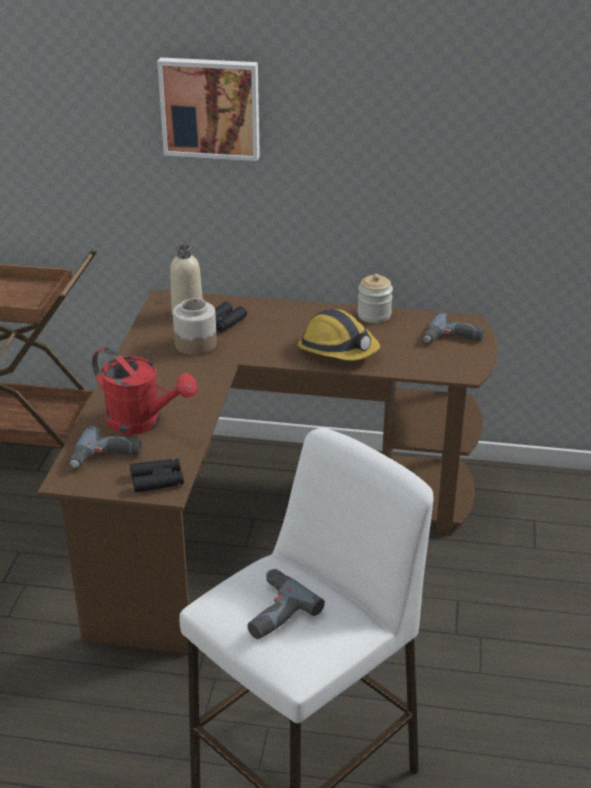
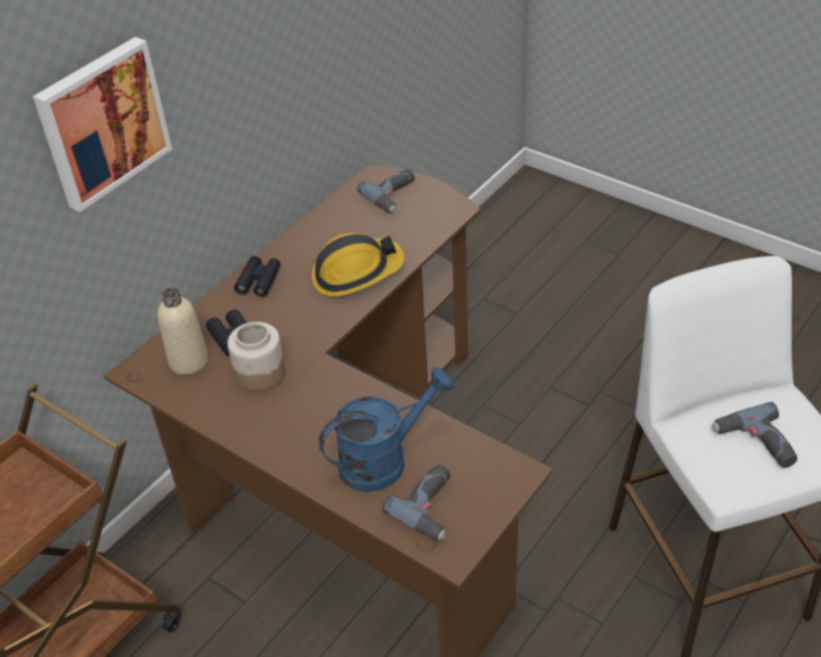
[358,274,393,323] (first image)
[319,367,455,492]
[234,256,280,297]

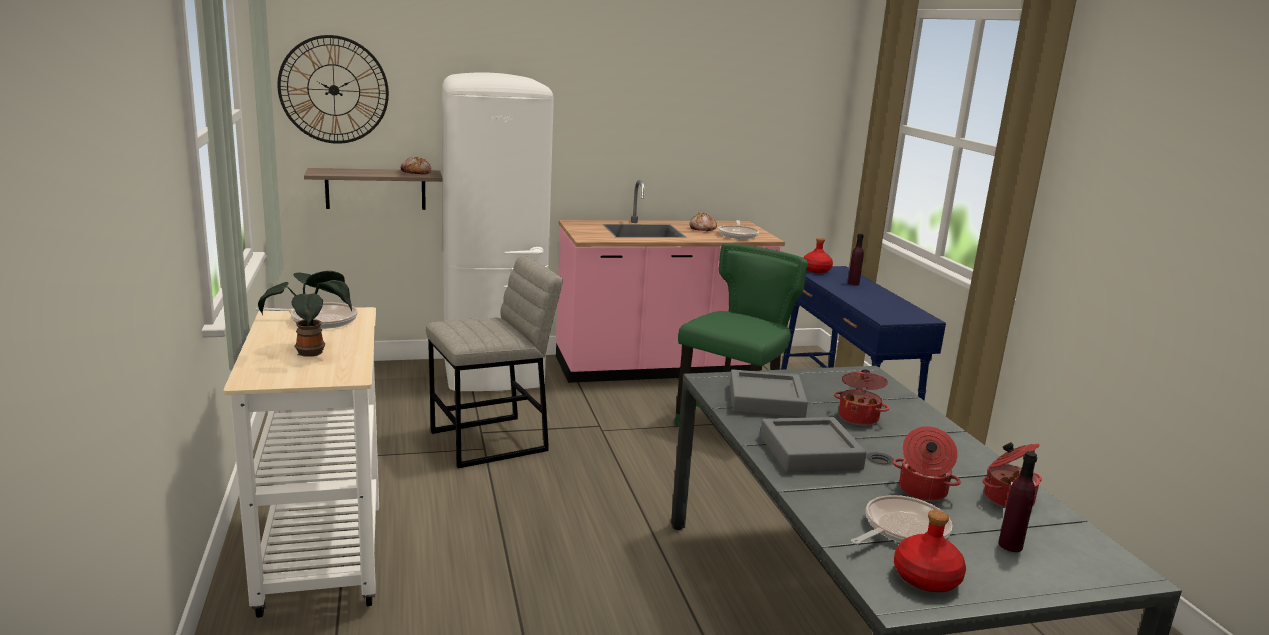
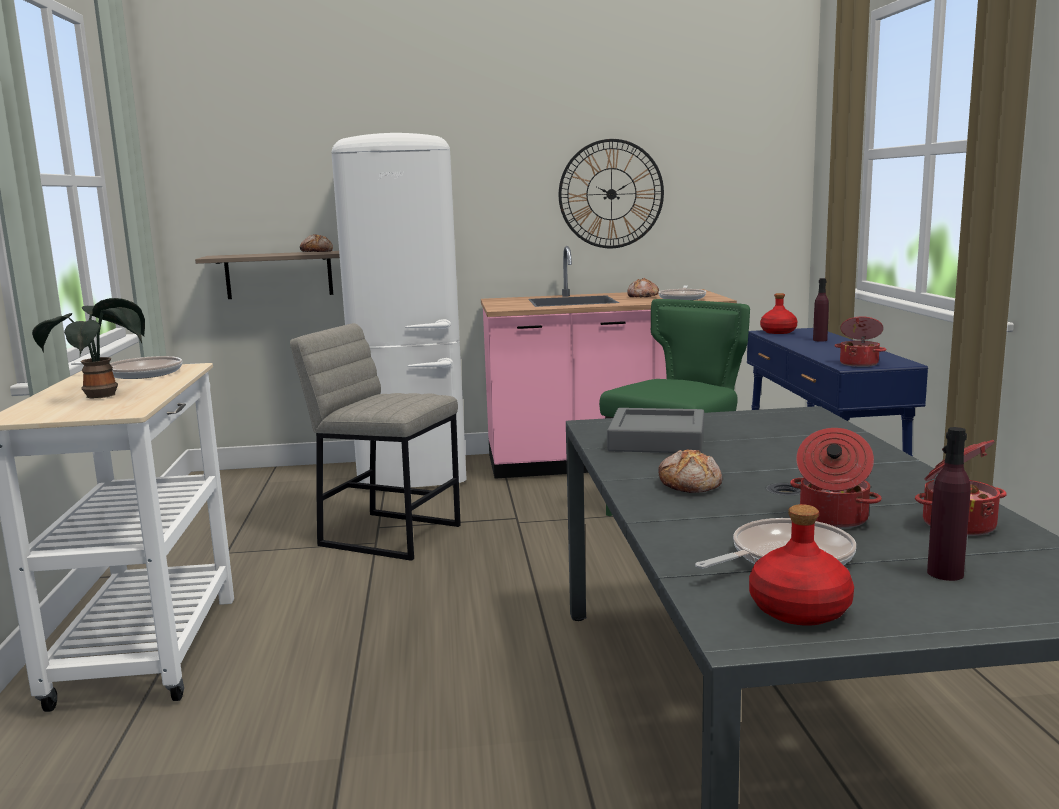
[559,139,664,248]
[290,323,461,561]
[835,316,887,367]
[658,450,722,493]

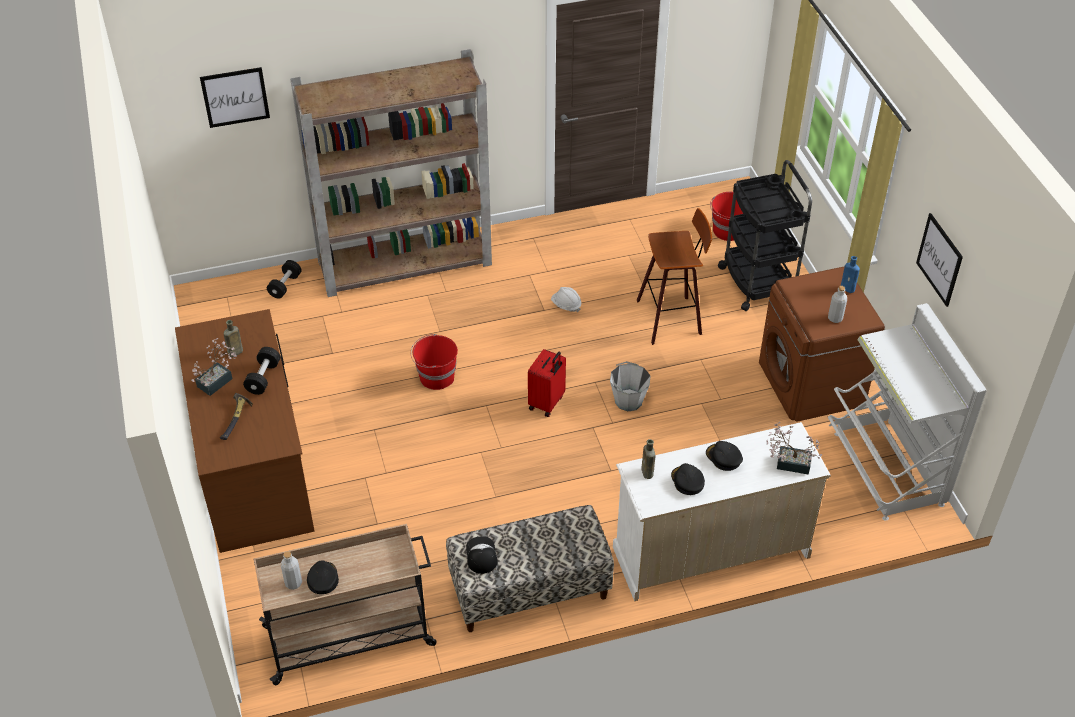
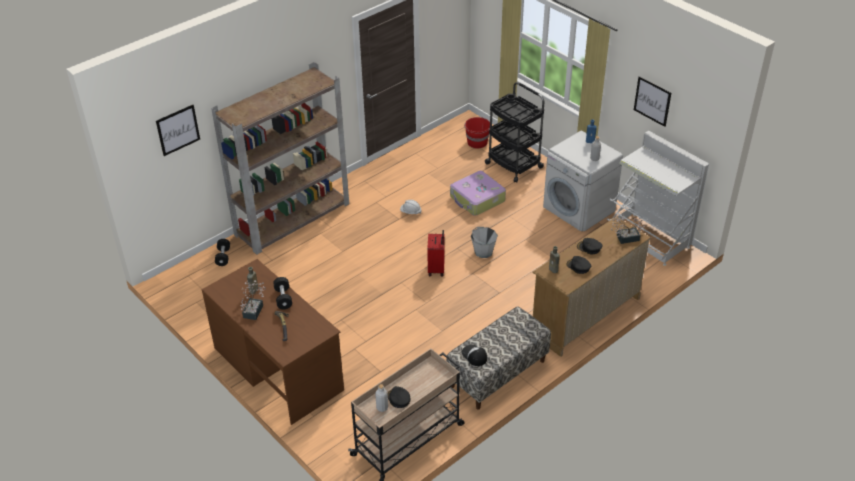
[450,171,506,216]
[543,130,623,232]
[411,334,458,390] (first image)
[532,216,651,357]

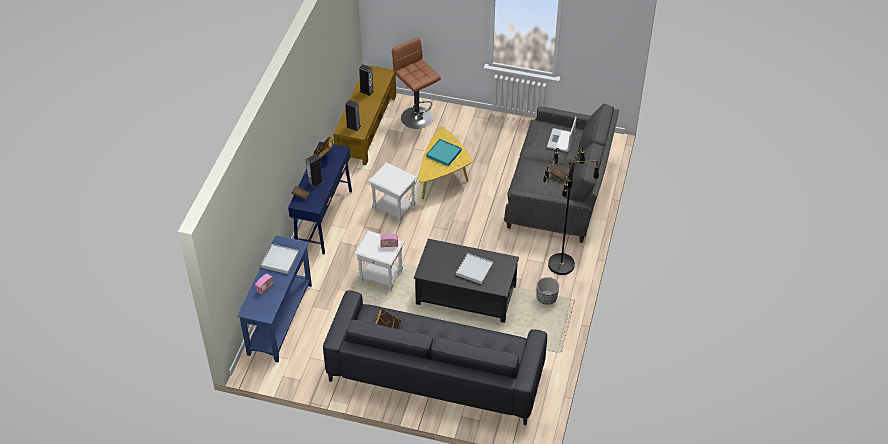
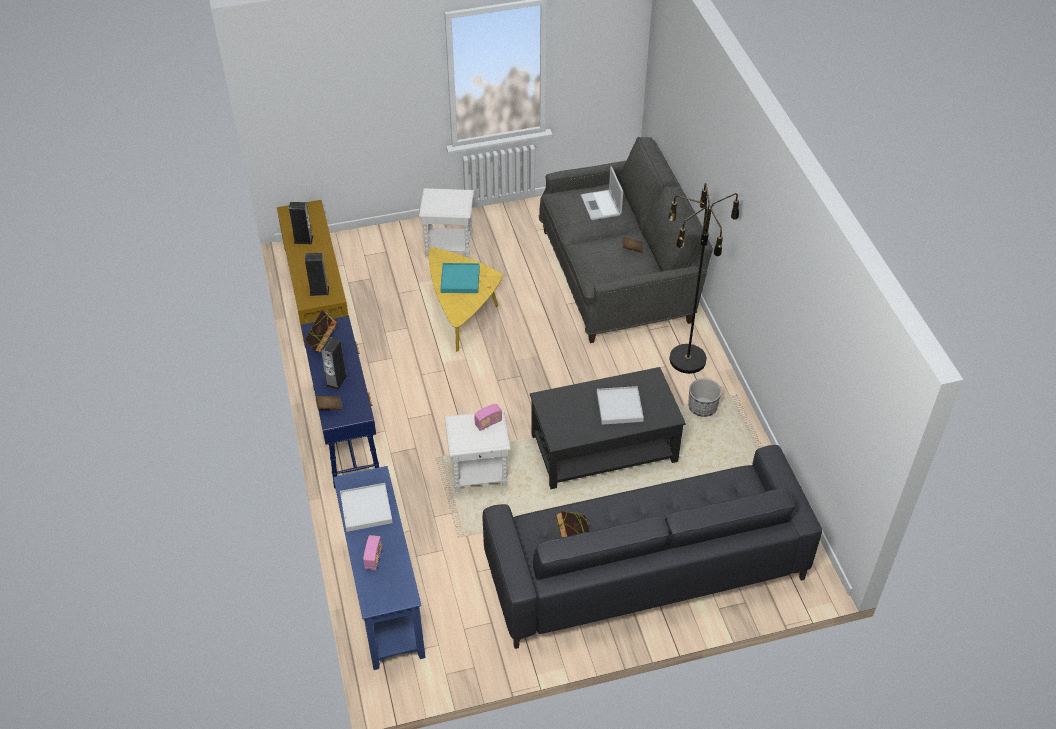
[392,38,441,129] (first image)
[419,188,474,258]

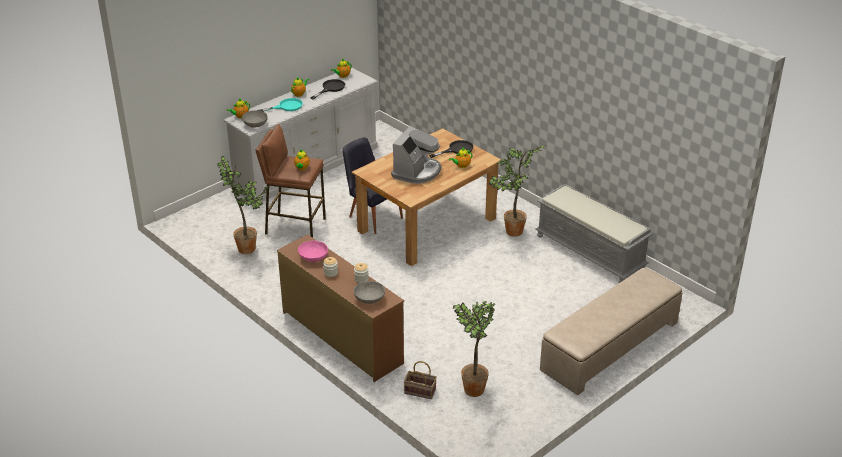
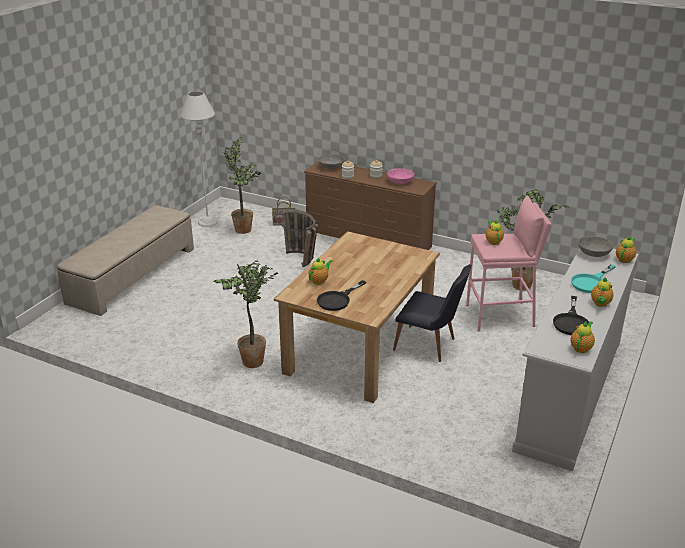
[466,196,552,331]
[391,126,441,184] (first image)
[535,184,653,283] (first image)
[180,91,218,227]
[274,209,318,267]

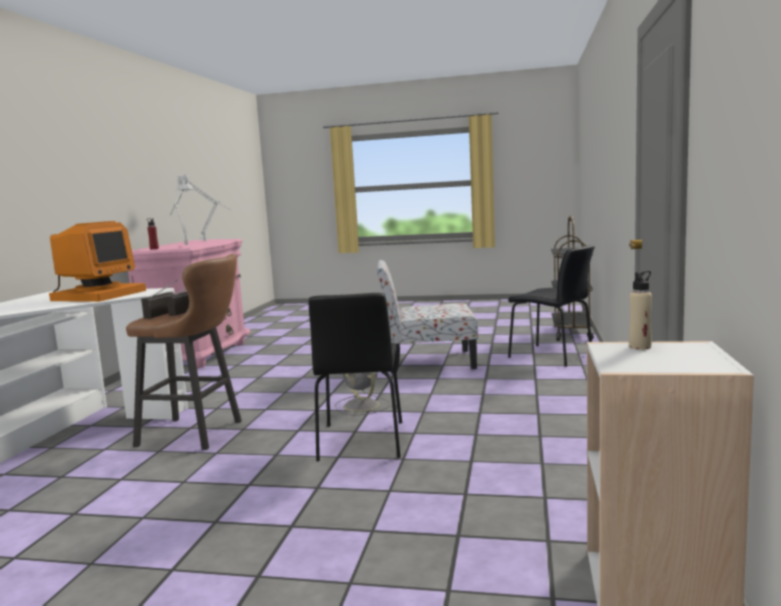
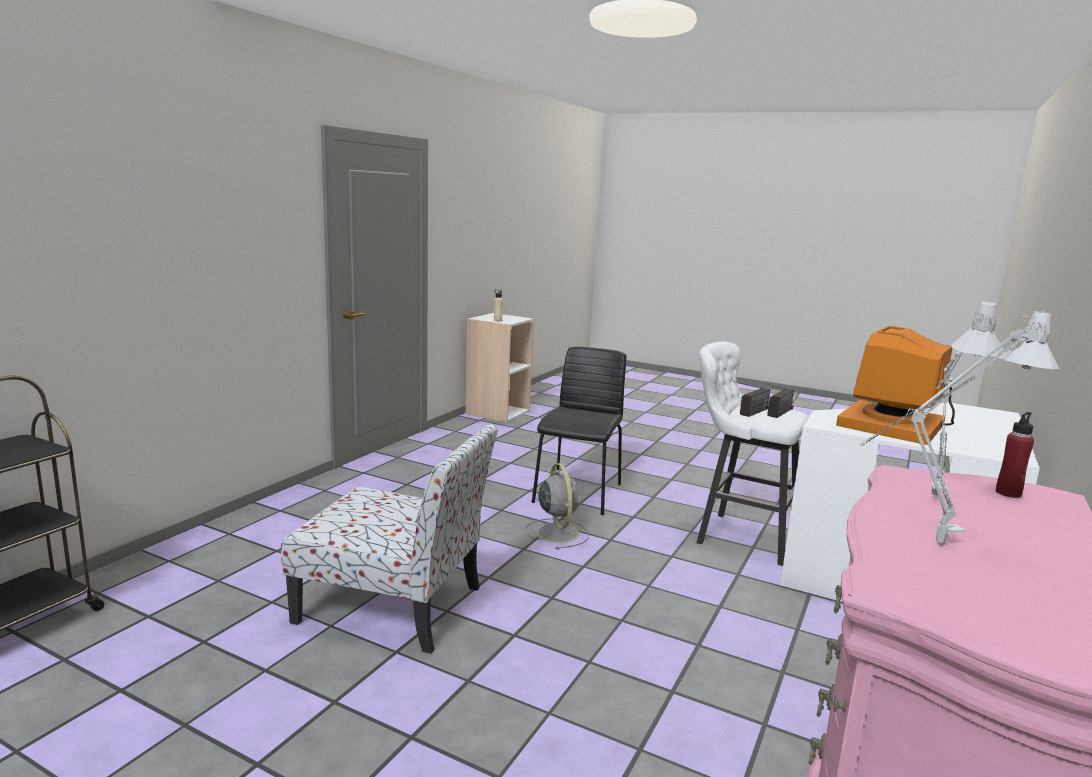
[508,245,595,367] (first image)
[697,341,808,566]

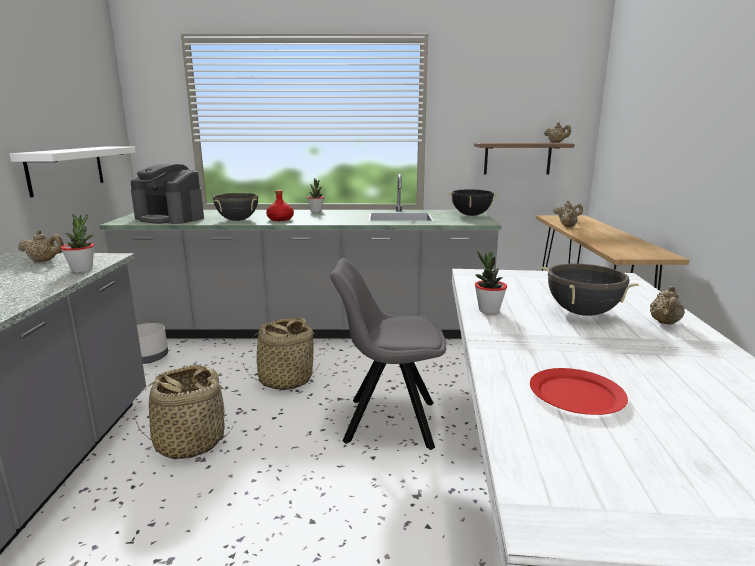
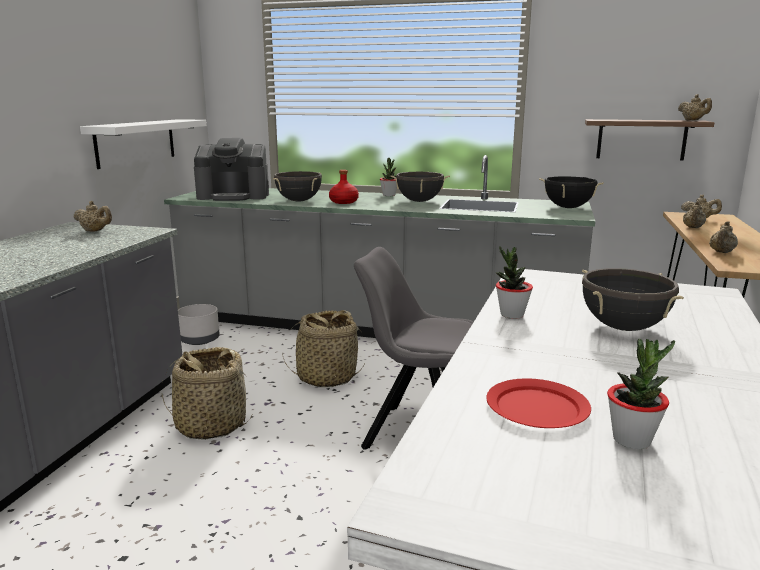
[194,138,269,201]
[607,338,675,449]
[709,221,738,253]
[390,172,450,202]

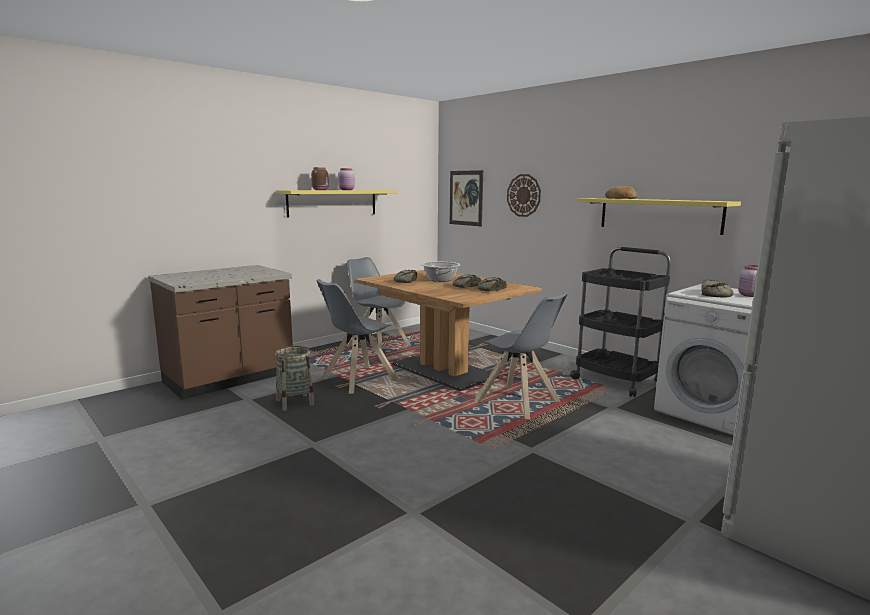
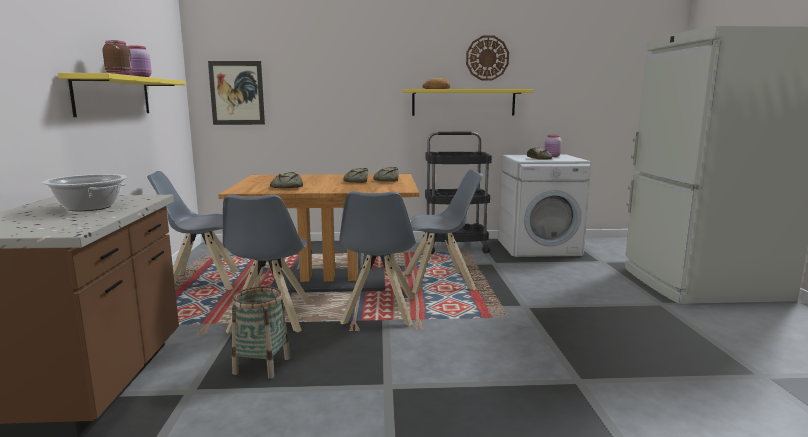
[466,36,509,81]
[42,174,127,211]
[339,191,417,326]

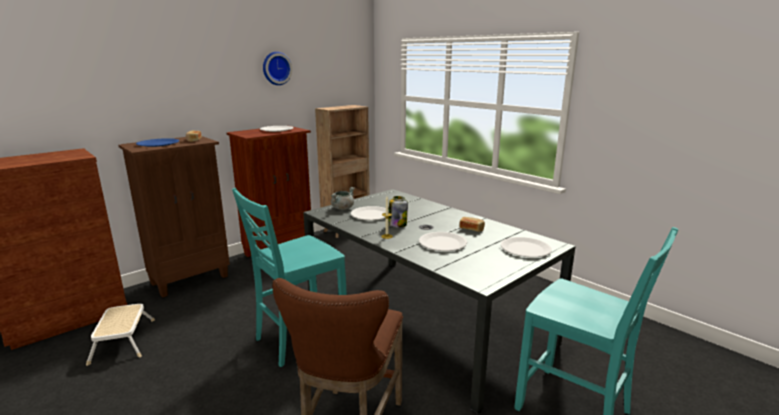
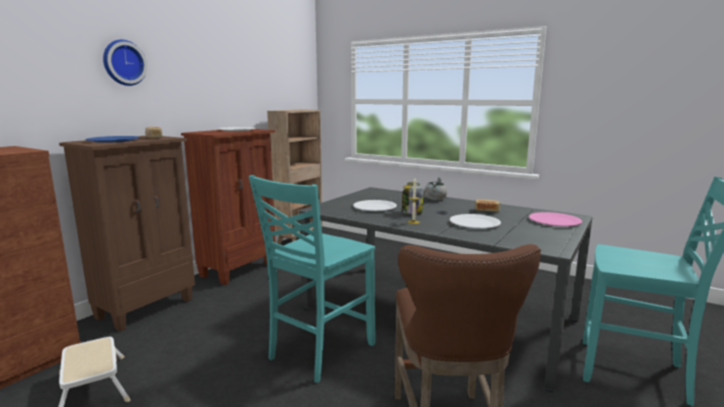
[103,40,147,86]
[424,177,448,200]
[529,212,582,226]

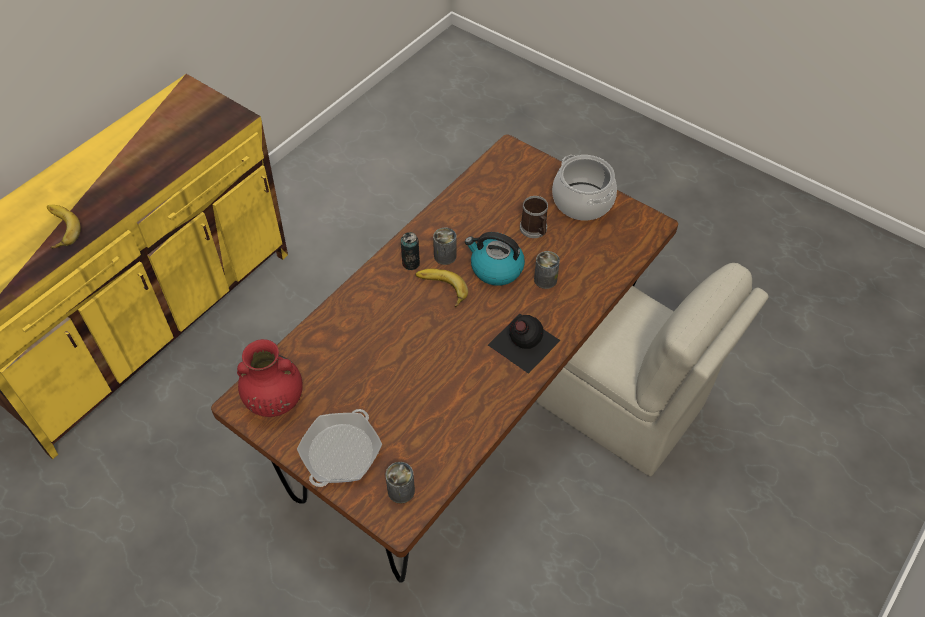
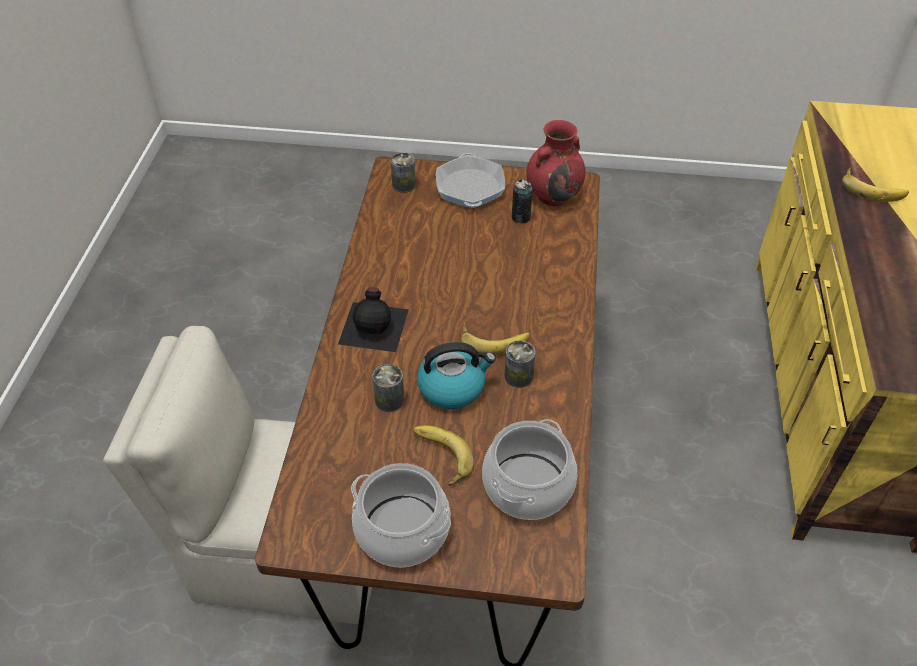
[413,425,474,486]
[512,179,533,224]
[482,419,577,520]

